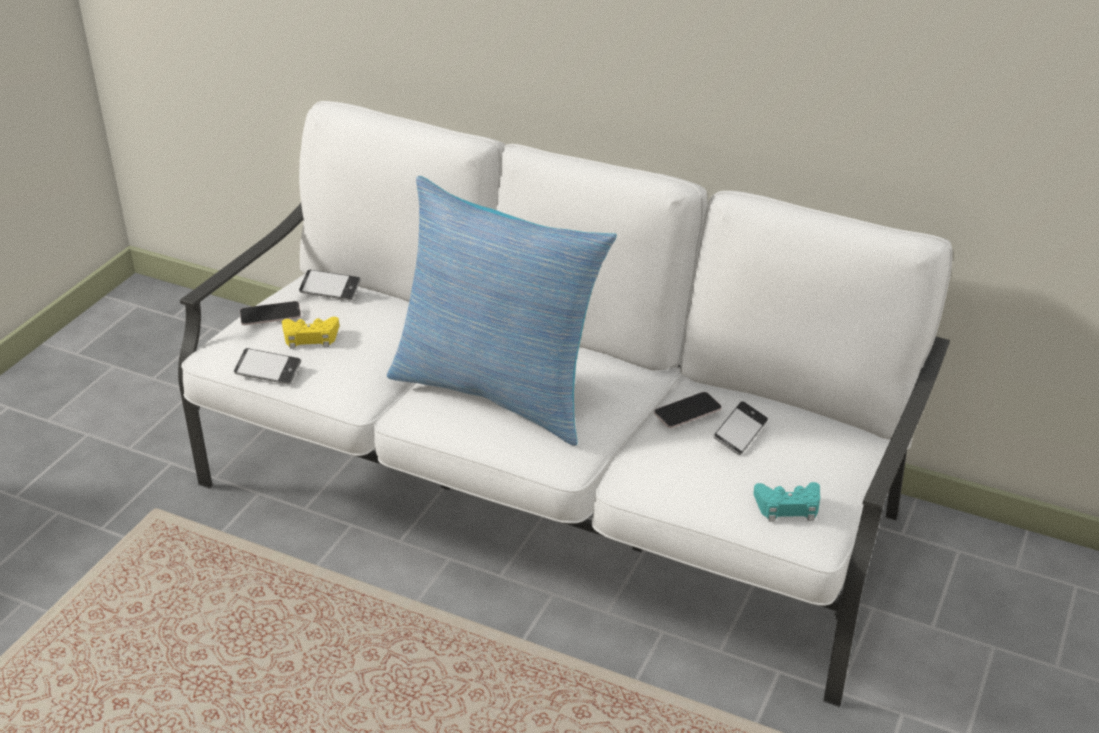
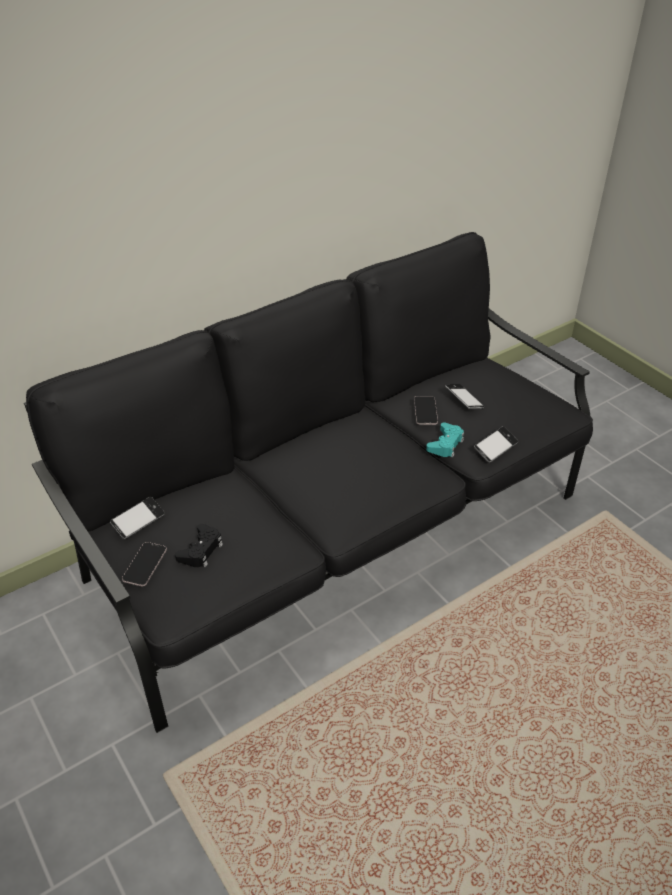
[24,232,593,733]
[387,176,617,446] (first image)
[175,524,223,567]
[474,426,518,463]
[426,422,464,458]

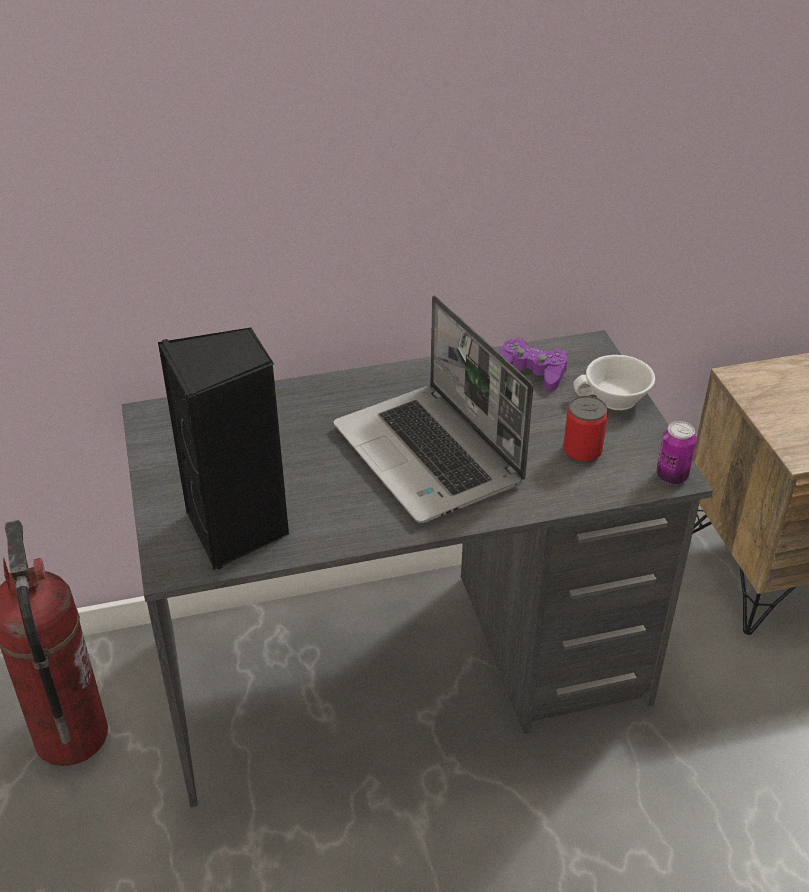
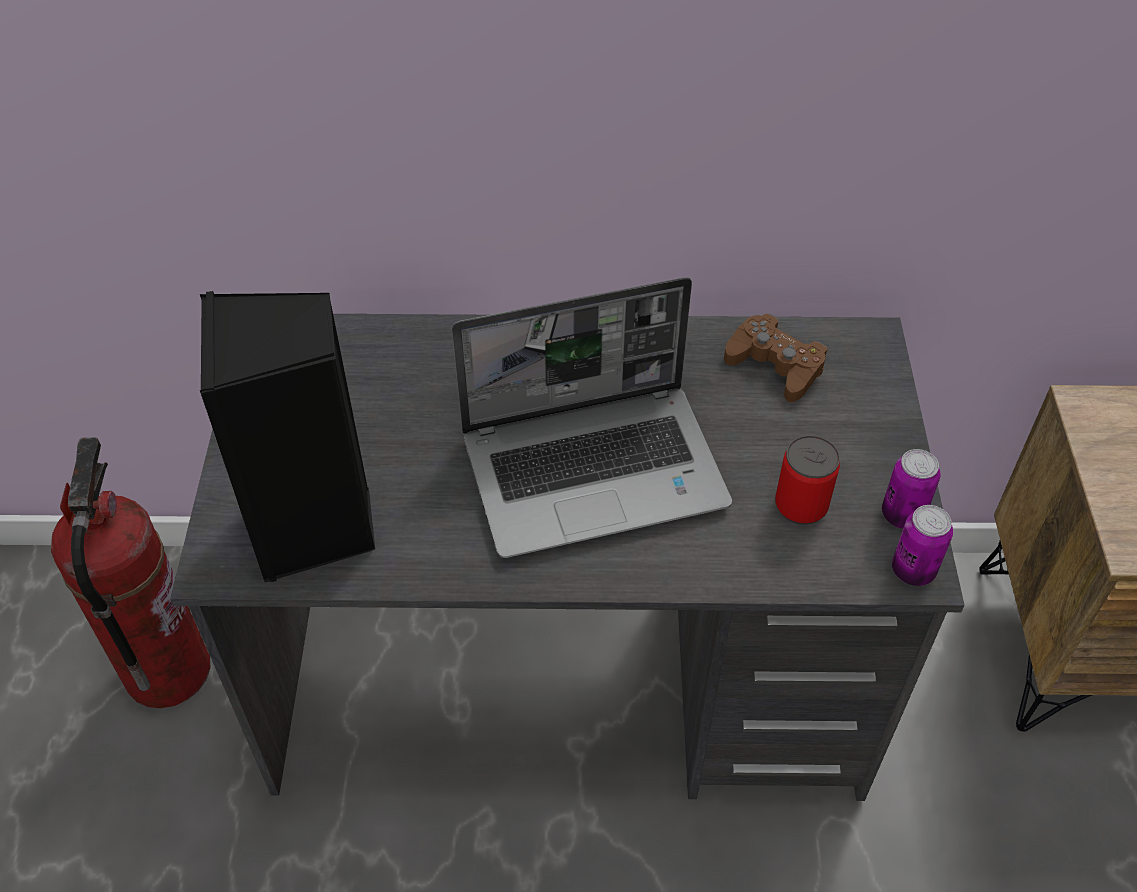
[452,277,732,558]
[724,314,828,402]
[573,355,655,410] (first image)
[882,449,941,529]

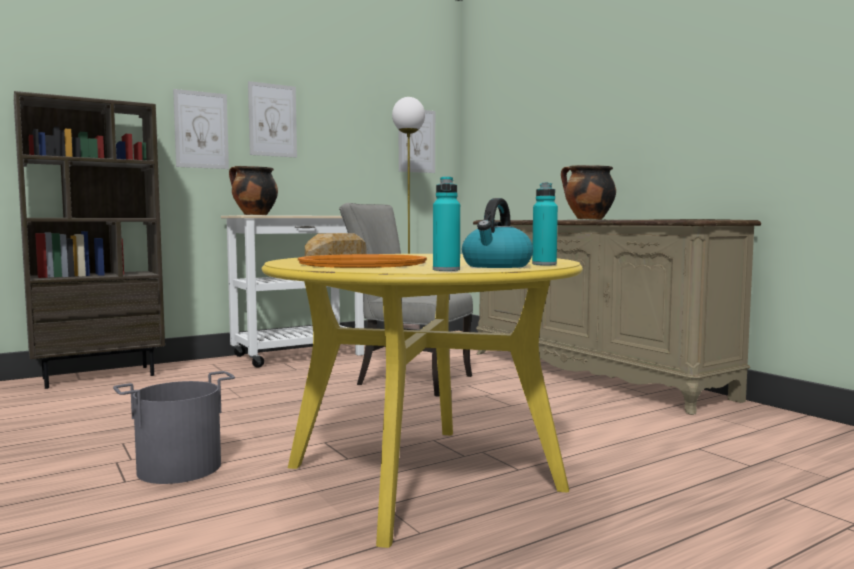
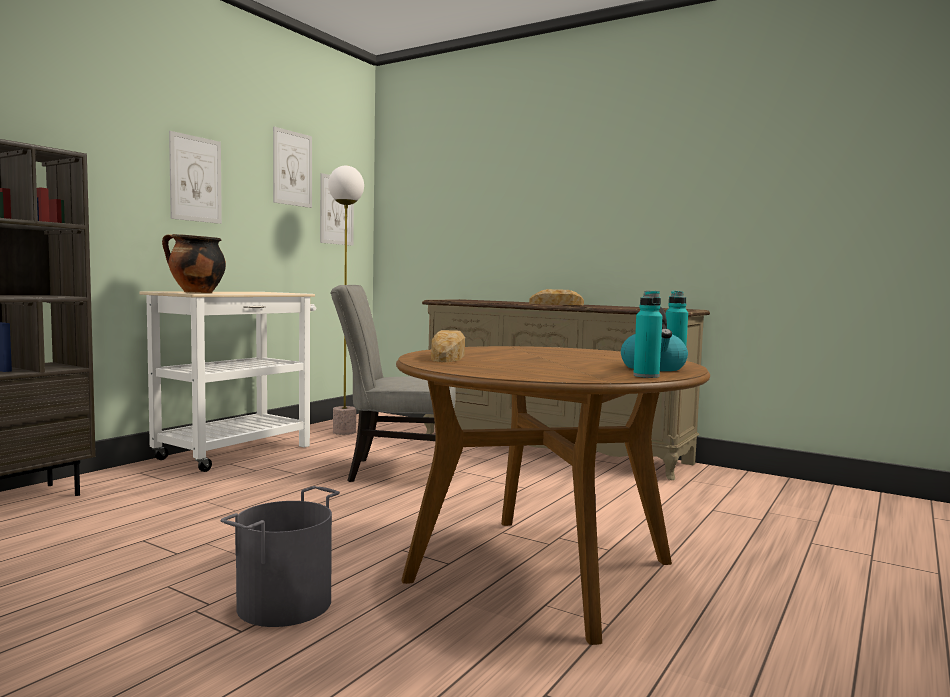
[273,127,312,208]
[529,289,584,305]
[396,346,710,645]
[298,254,427,268] (first image)

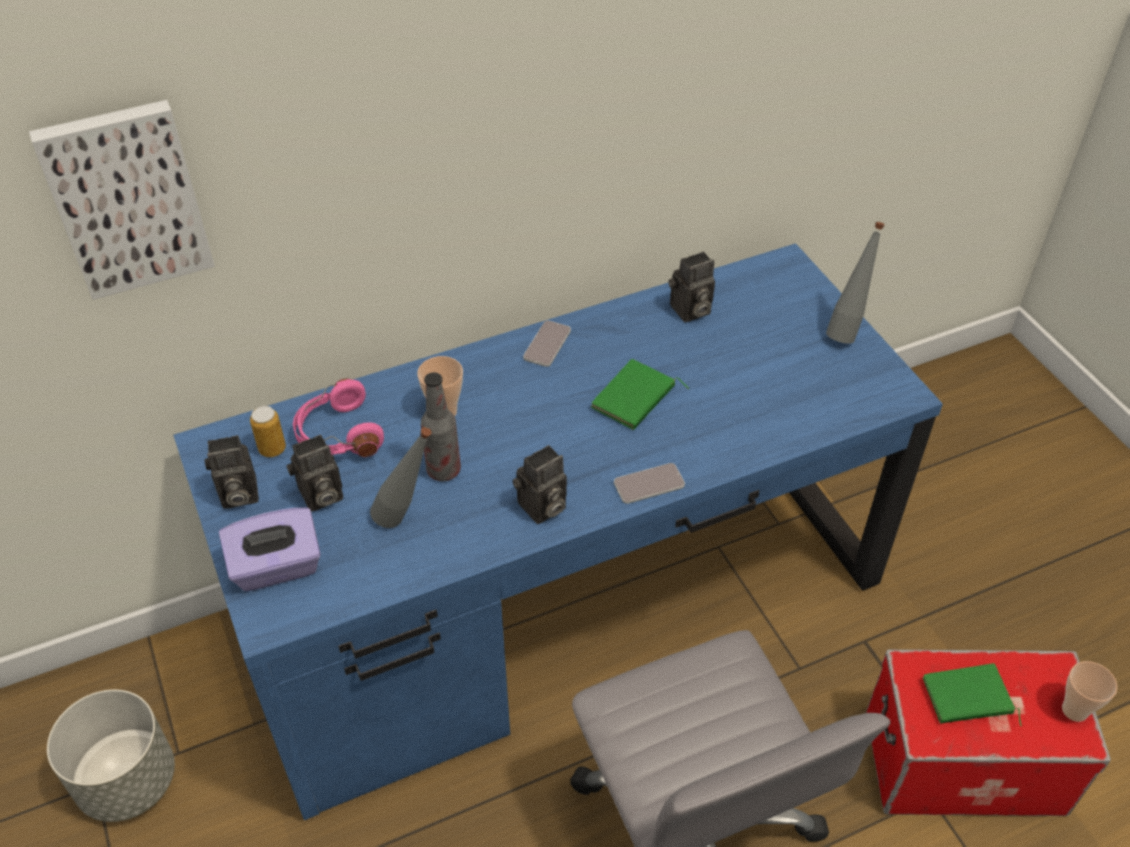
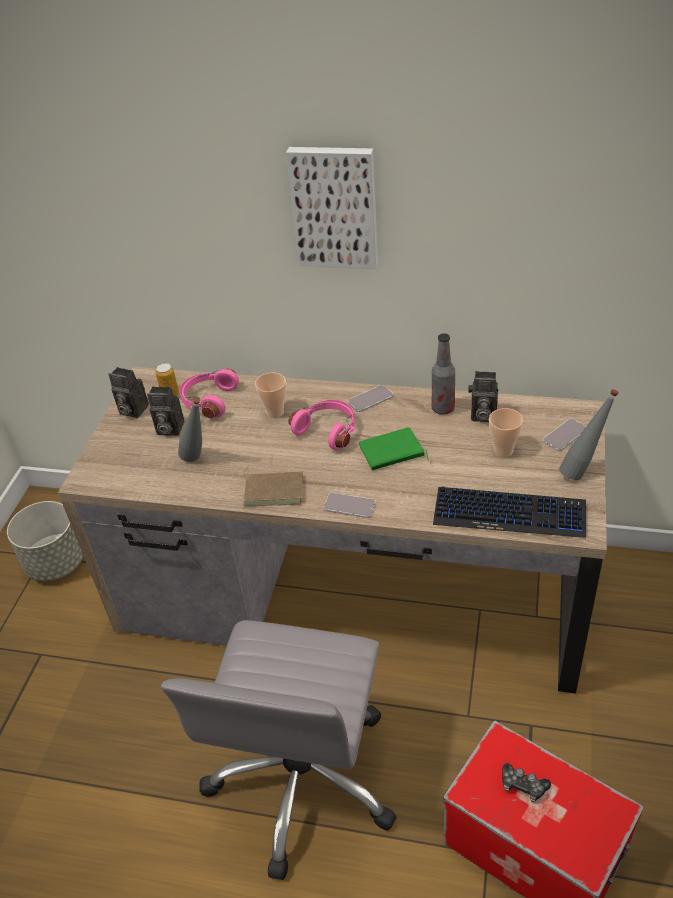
[286,147,378,269]
[58,367,607,694]
[432,333,455,415]
[243,466,303,506]
[219,508,321,591] (first image)
[489,408,523,457]
[502,763,551,802]
[288,400,355,450]
[542,419,586,451]
[433,487,586,538]

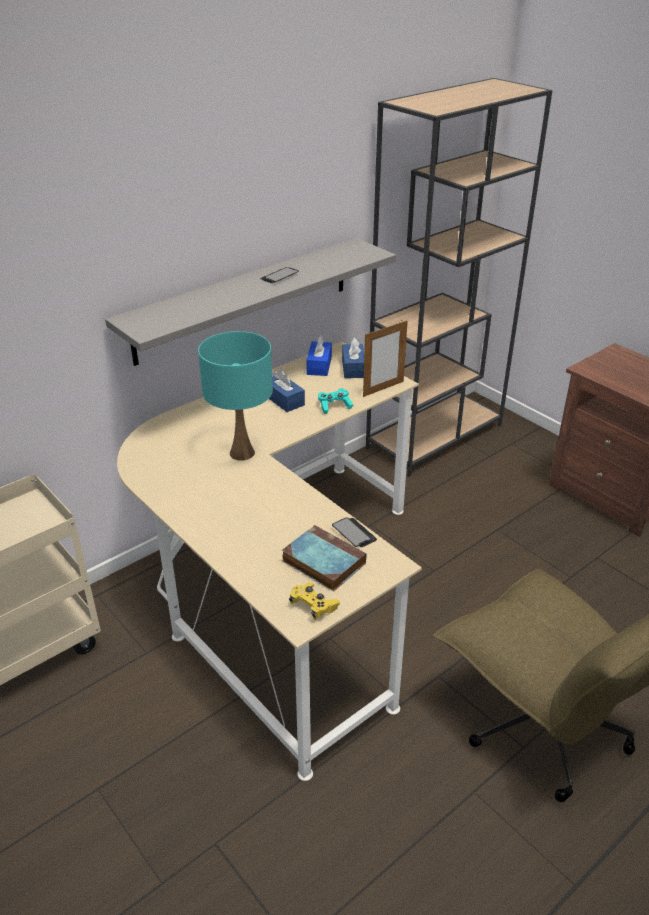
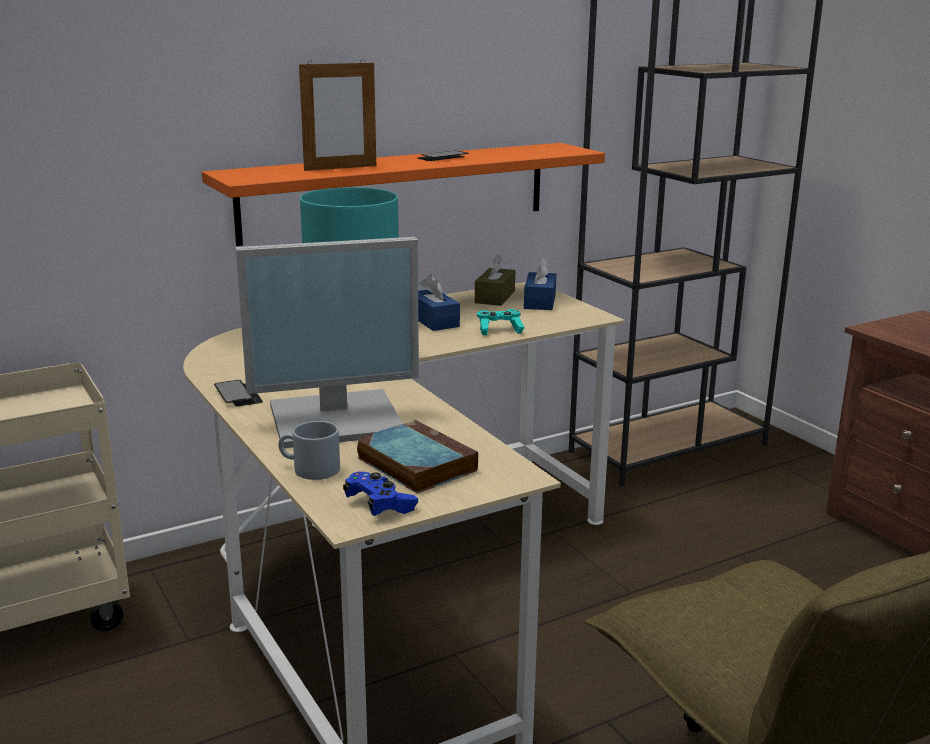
[202,143,605,246]
[299,59,376,171]
[475,254,515,306]
[214,380,263,406]
[343,472,418,516]
[236,237,419,448]
[278,421,340,480]

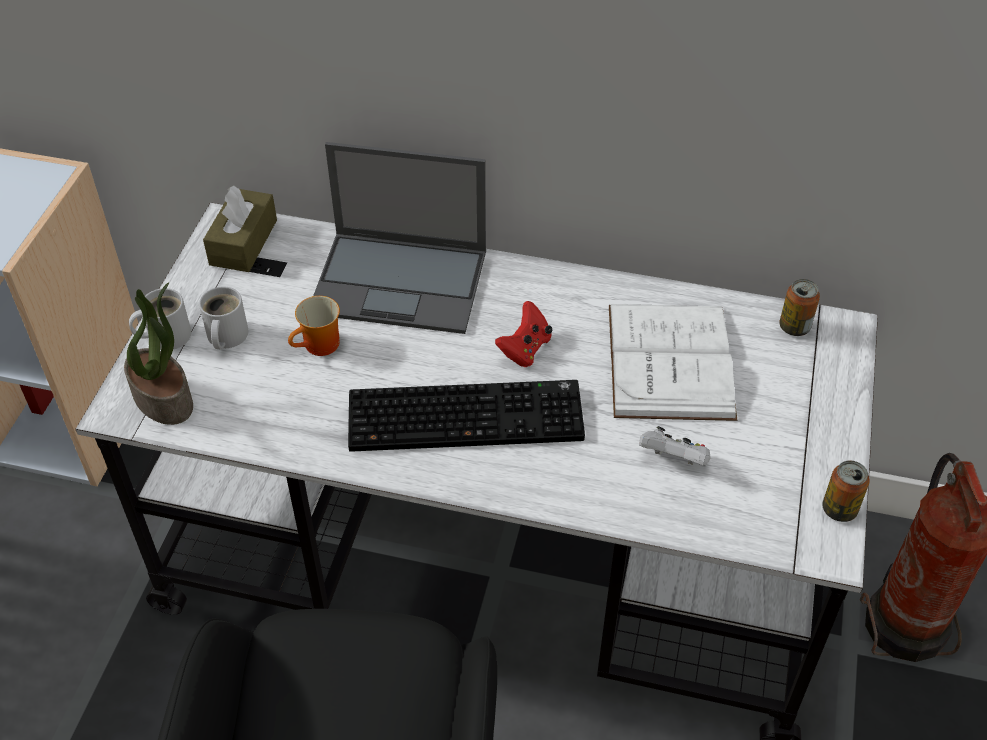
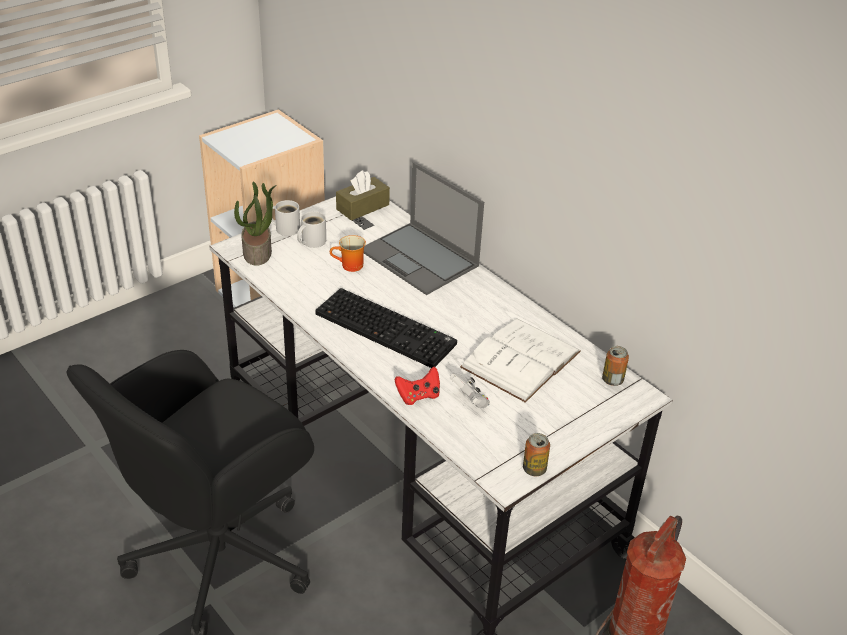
[395,367,440,405]

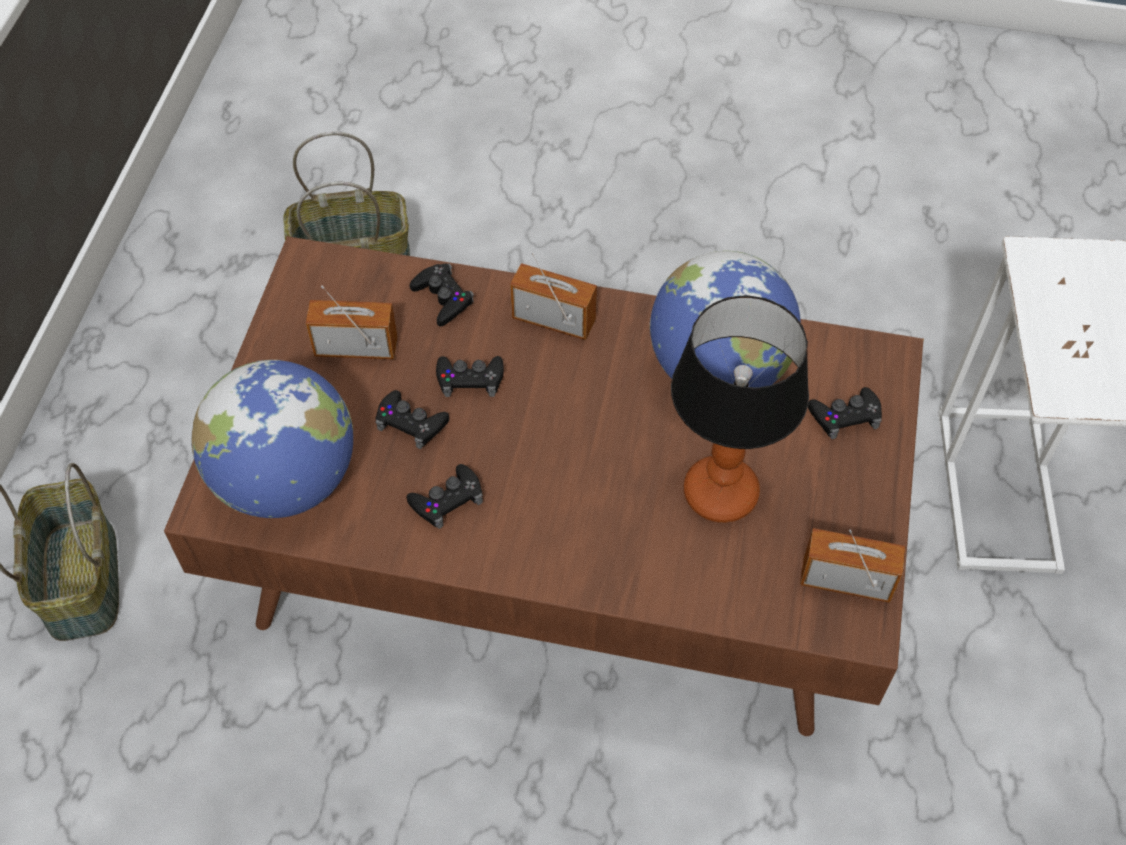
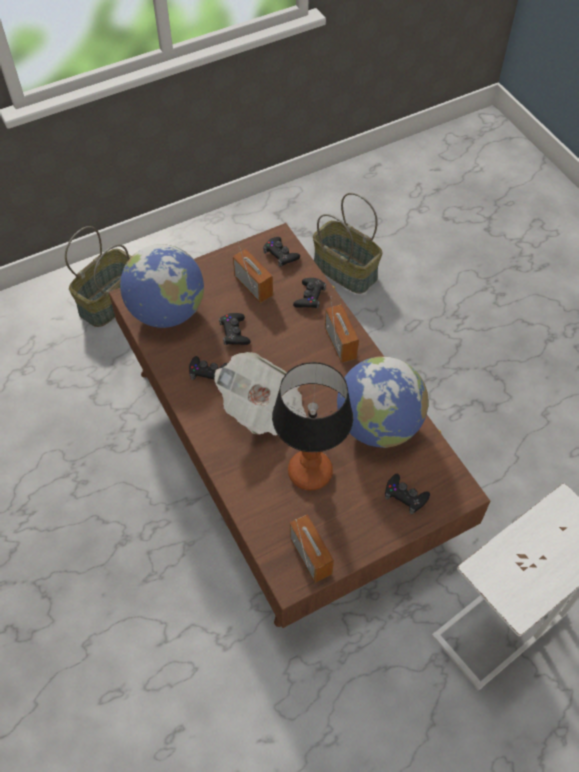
[263,237,300,267]
[214,352,307,435]

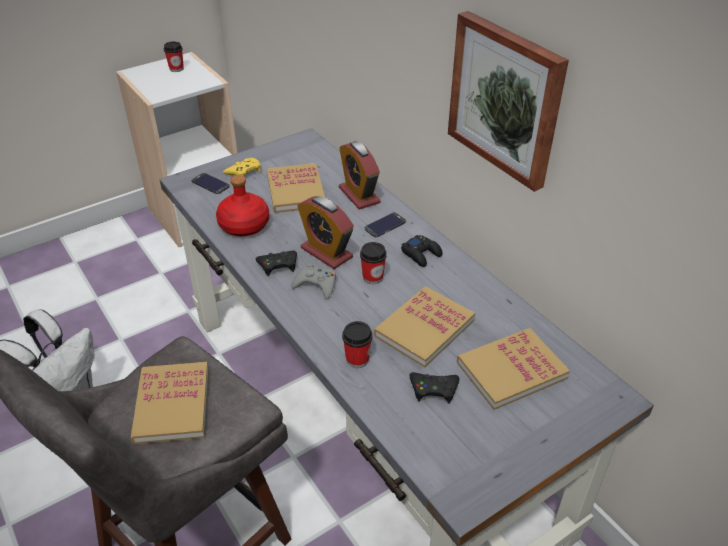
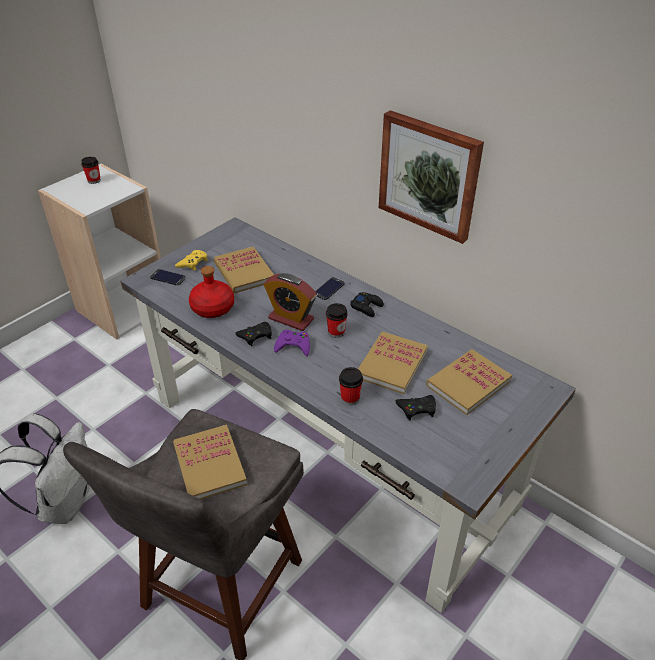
[339,141,381,210] (first image)
[274,330,310,356]

